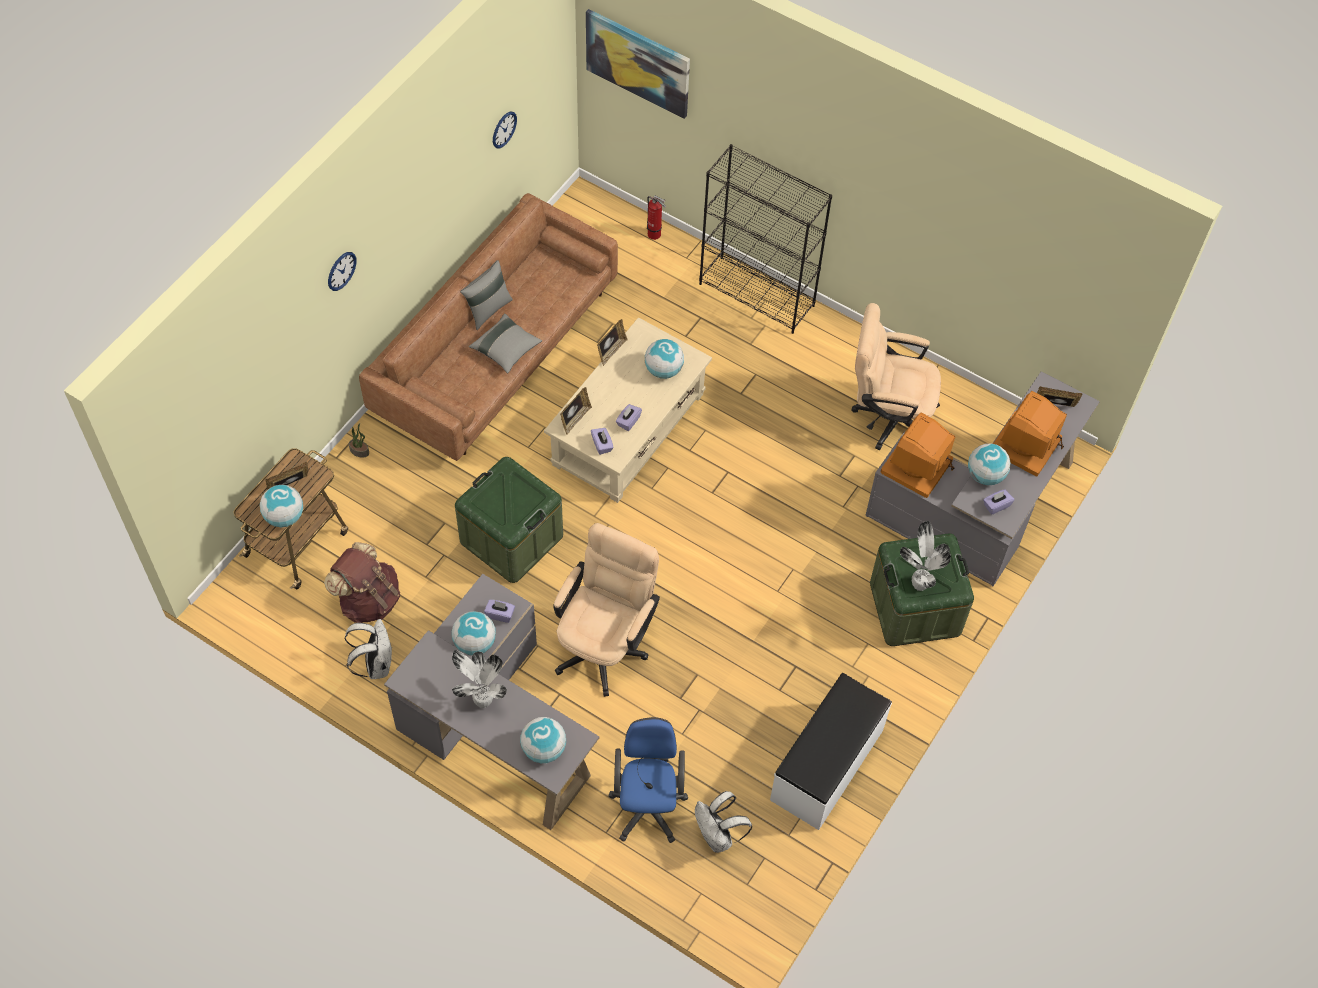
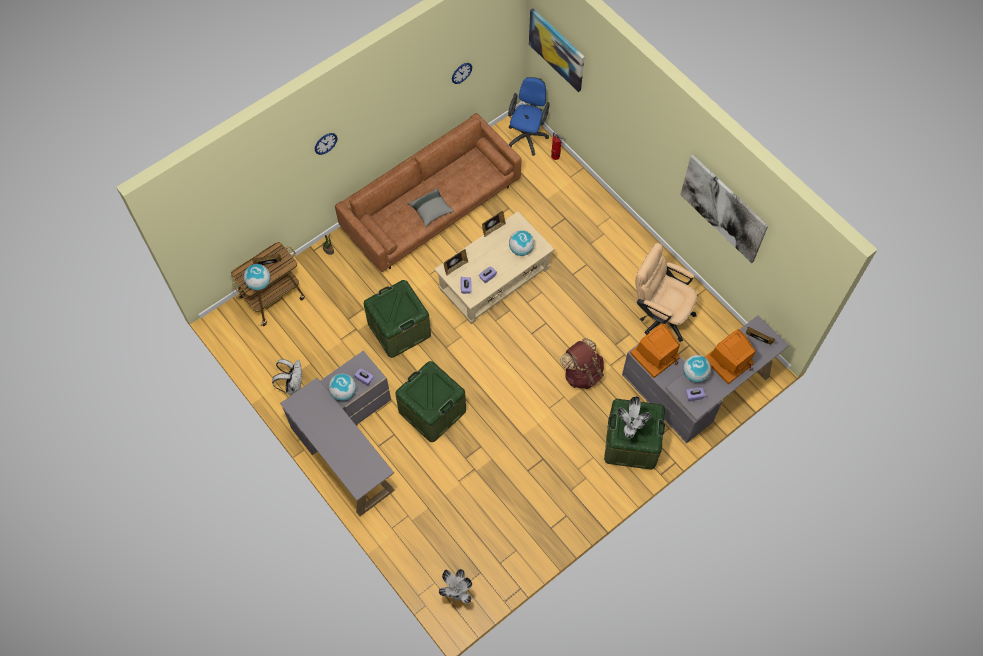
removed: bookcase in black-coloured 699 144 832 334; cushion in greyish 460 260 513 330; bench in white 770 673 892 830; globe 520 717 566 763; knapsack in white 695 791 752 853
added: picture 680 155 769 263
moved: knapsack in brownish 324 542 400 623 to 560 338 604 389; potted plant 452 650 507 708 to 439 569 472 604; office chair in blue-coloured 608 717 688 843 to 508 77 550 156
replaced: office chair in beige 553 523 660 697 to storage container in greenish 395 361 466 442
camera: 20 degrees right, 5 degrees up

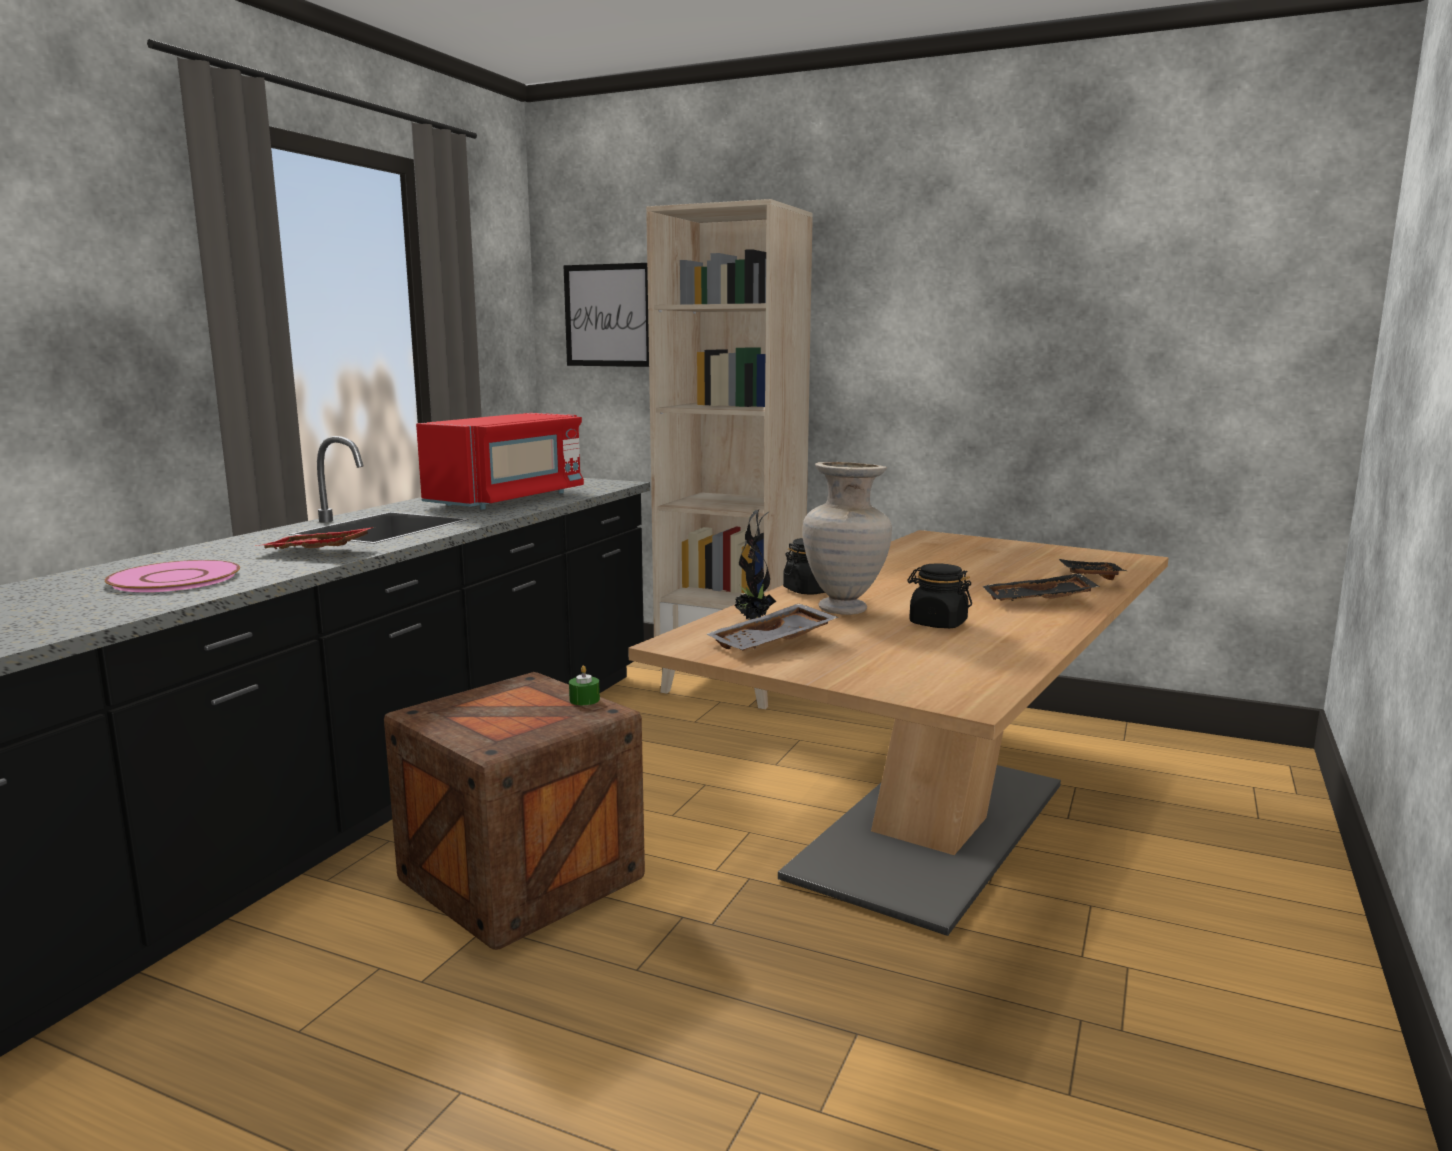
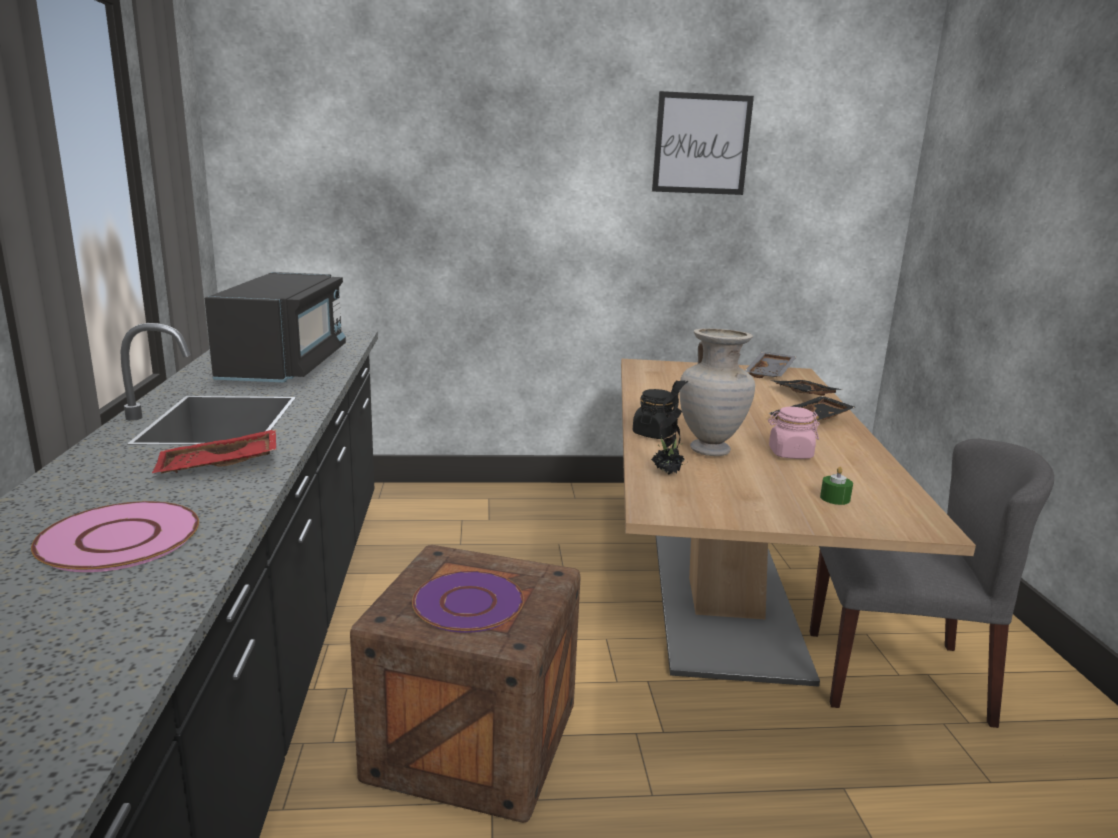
removed: bookcase in beige 646 199 813 709
added: upright chair in greyish 809 439 1054 728; flat dish in purple-coloured 412 571 524 633
moved: picture 564 263 649 367 to 652 91 754 195; serving tray in greyish 706 603 839 651 to 745 352 797 378; candle in greenish 569 666 600 705 to 820 467 853 505
recoloured: kitchen microwave in red 416 413 584 509 to kitchen microwave in black-coloured 205 272 346 382; jar in black-coloured 907 563 972 628 to jar in pink-coloured 768 407 820 459
camera: 30 degrees left, 5 degrees up

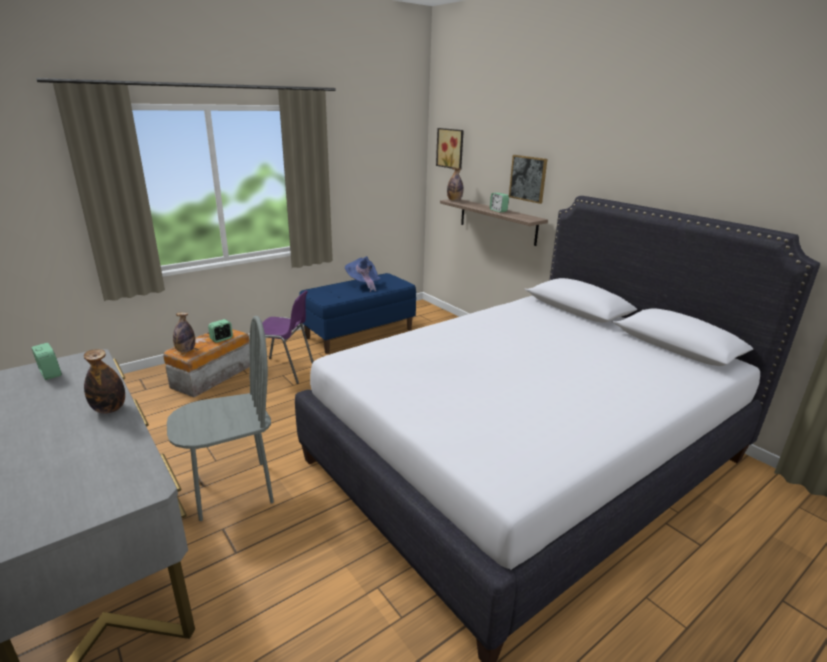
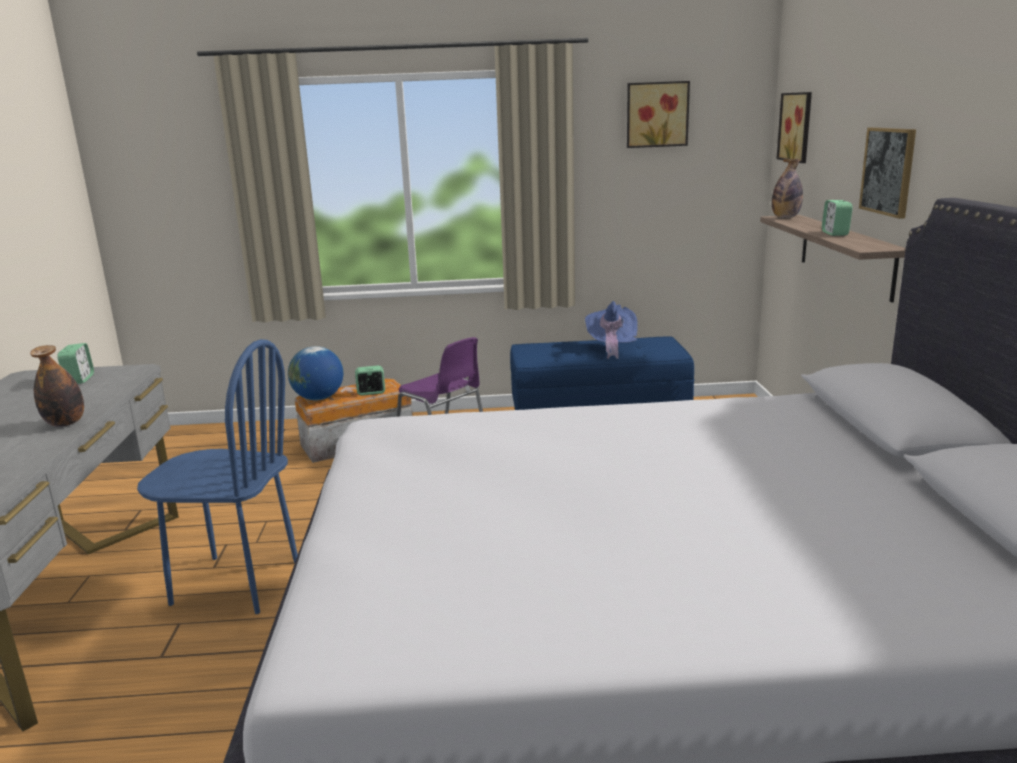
added: picture 627 81 690 148
replaced: beverage bottle 173 312 195 352 to globe 288 346 343 400
recoloured: upright chair in greyish 167 316 274 521 to upright chair in blue-coloured 137 339 298 614
camera: 35 degrees right, 5 degrees down

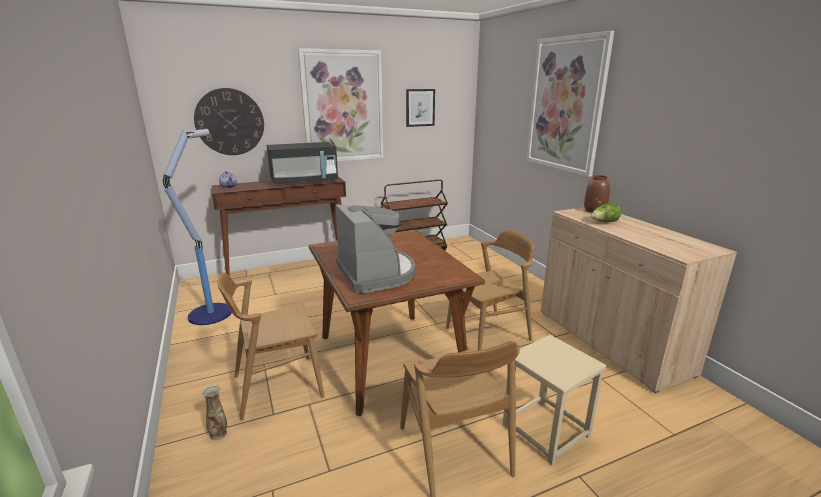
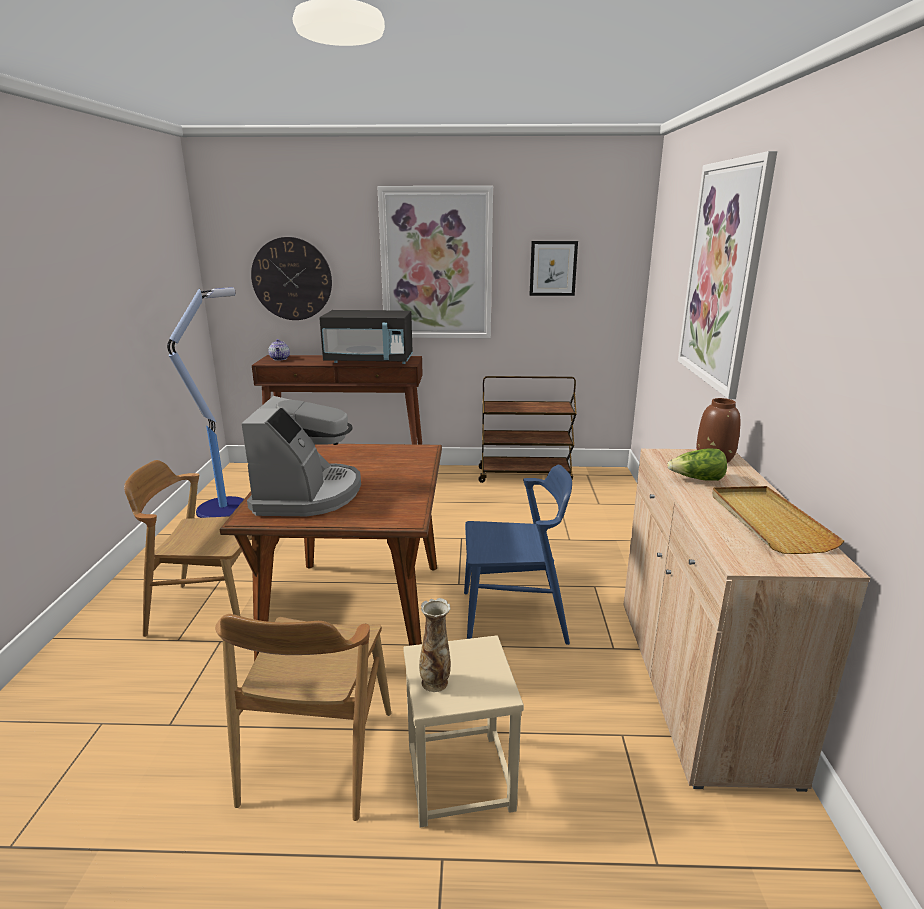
added: serving tray in beige 712 486 844 554
moved: flower vase 201 384 227 440 to 419 598 451 692
recoloured: upright chair in brownish 446 229 534 351 to upright chair in blue-coloured 464 465 572 645
camera: 25 degrees right, 0 degrees up

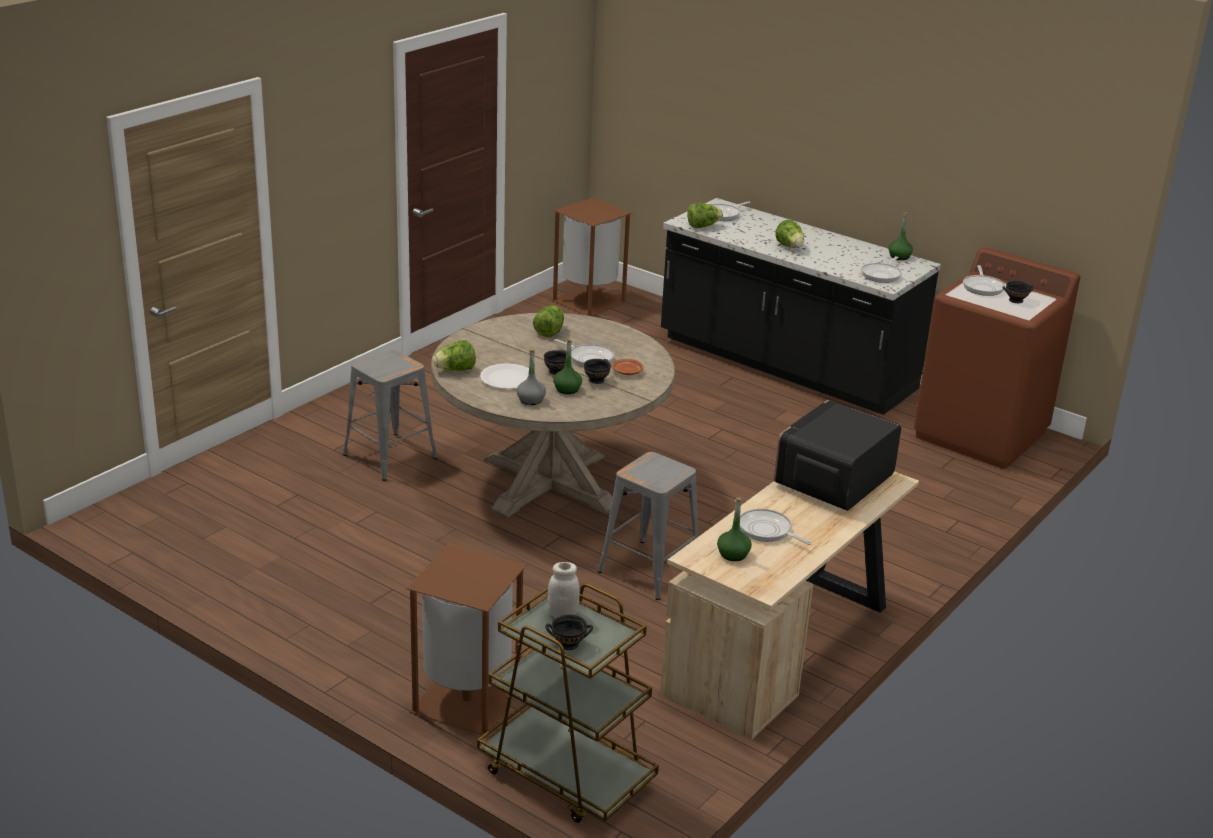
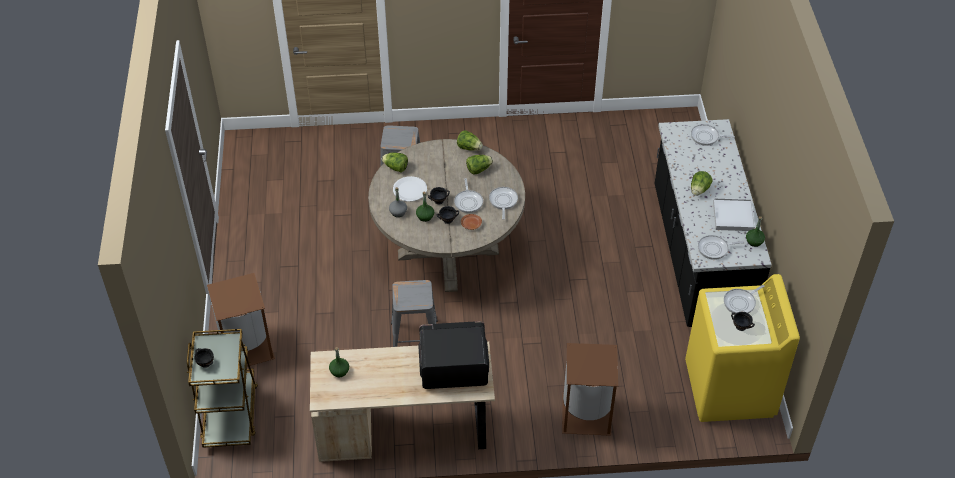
removed: jar in white 548 562 580 618
added: serving tray in white 713 198 755 231
moved: trash can in brownish 551 198 632 316 to 562 343 618 436; lettuce 687 203 723 228 to 457 130 483 151; skillet 740 509 811 545 to 489 187 518 220
recoloured: washing machine in brownish 914 247 1080 469 to washing machine in yellow-coloured 685 274 800 422
camera: 50 degrees right, 20 degrees up

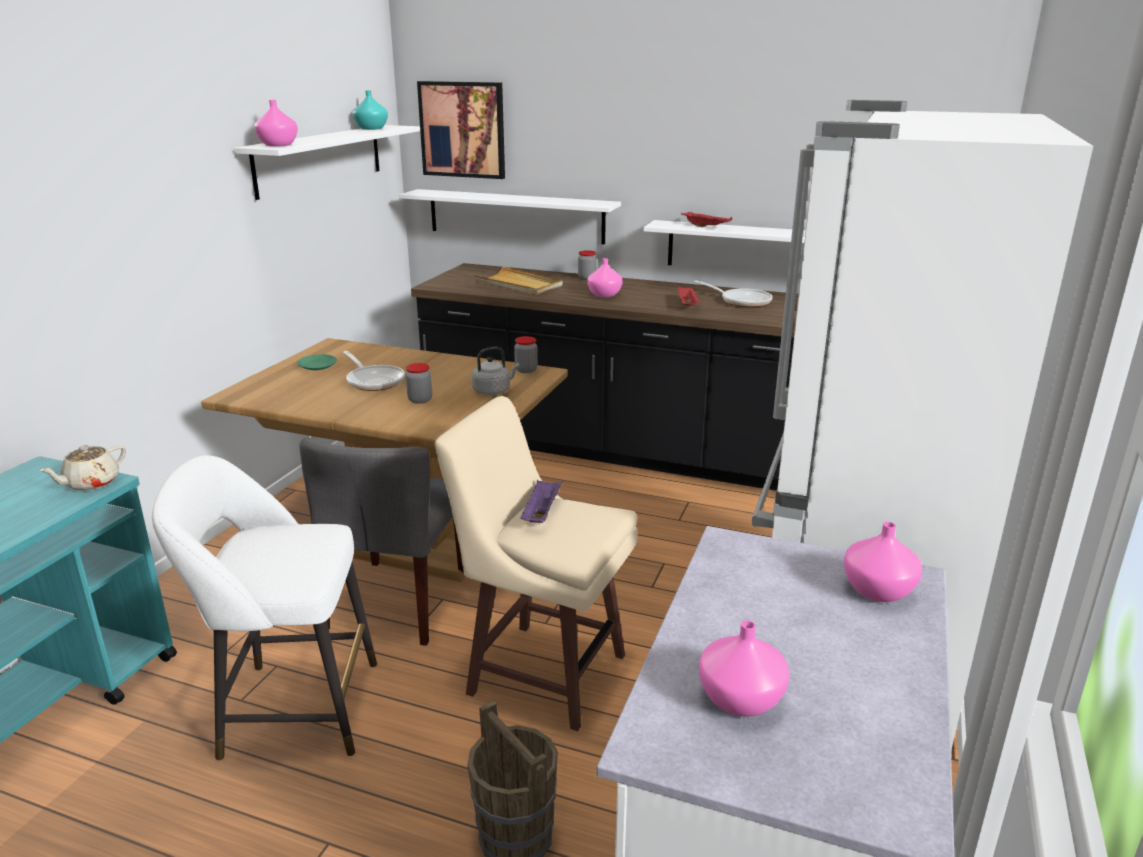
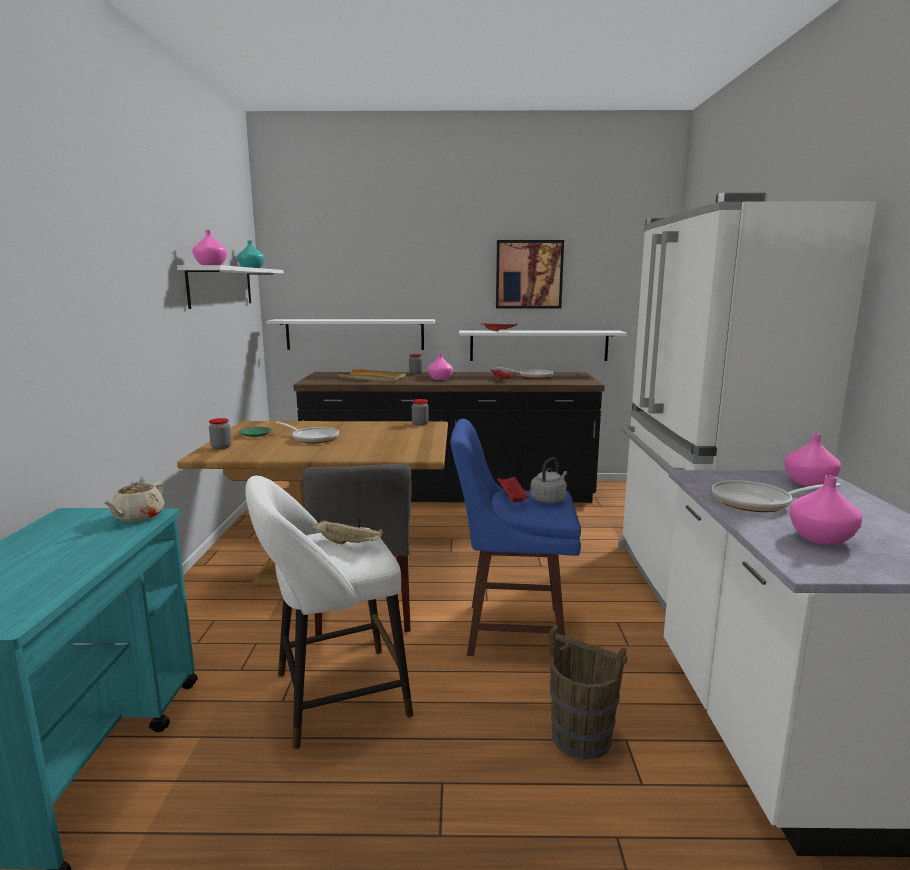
added: skillet 712 480 841 512; serving tray in beige 311 520 383 545
moved: picture 417 81 505 179 to 496 240 564 308; kettle in greyish 472 347 520 395 to 530 457 567 503; jar 406 363 432 404 to 209 418 231 449
recoloured: stool in beige 435 396 638 731 to stool in blue-coloured 450 419 581 656; serving tray in purple-coloured 520 479 563 523 to serving tray in red 497 476 529 502
camera: 20 degrees left, 10 degrees down

